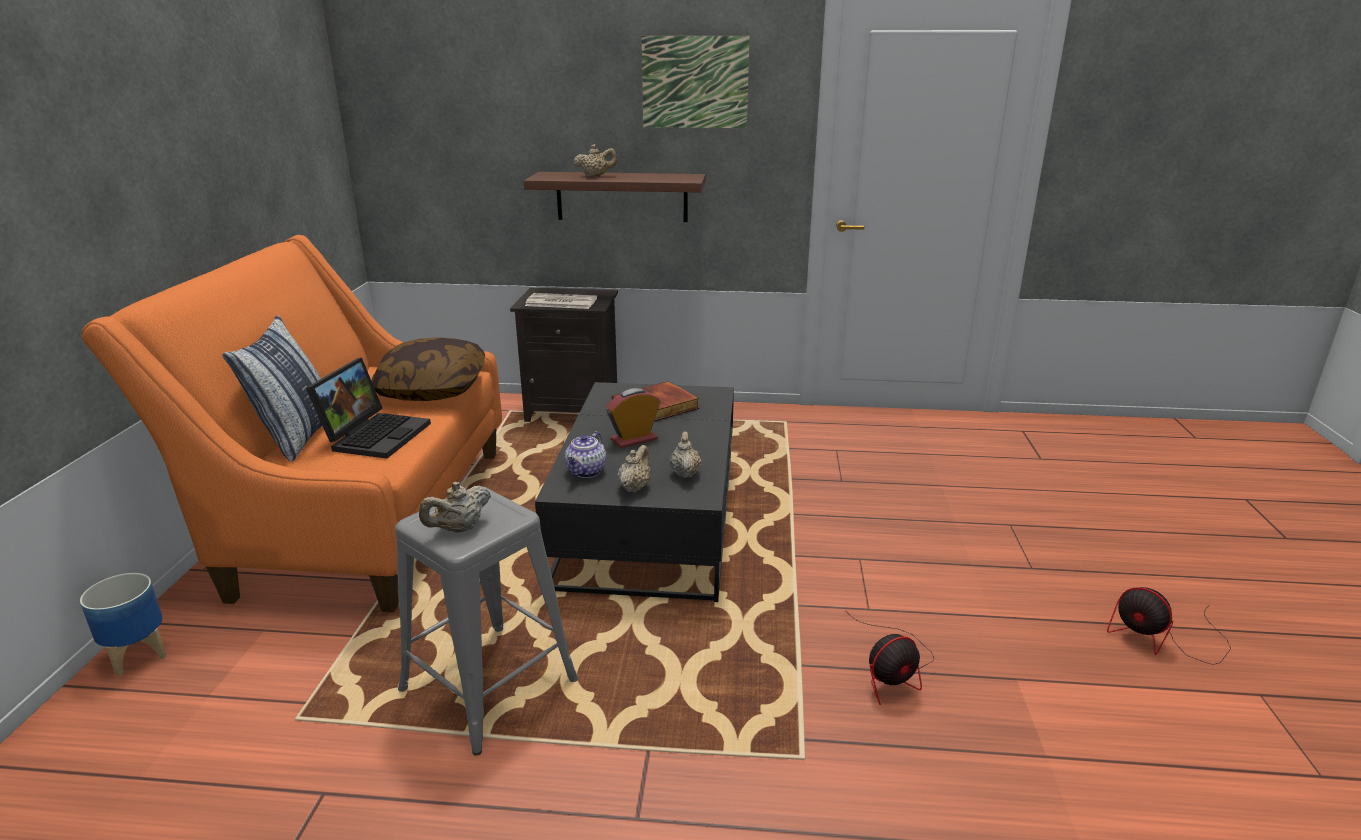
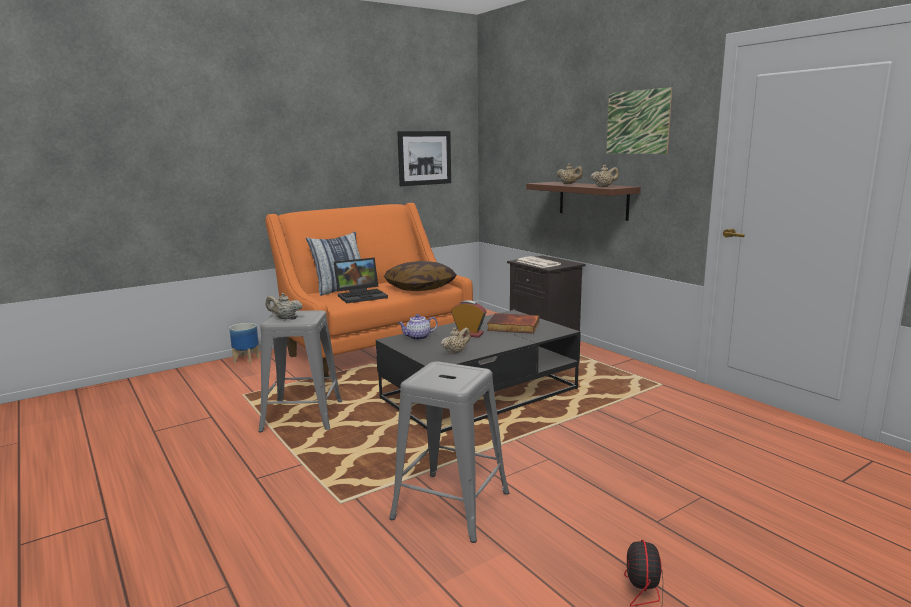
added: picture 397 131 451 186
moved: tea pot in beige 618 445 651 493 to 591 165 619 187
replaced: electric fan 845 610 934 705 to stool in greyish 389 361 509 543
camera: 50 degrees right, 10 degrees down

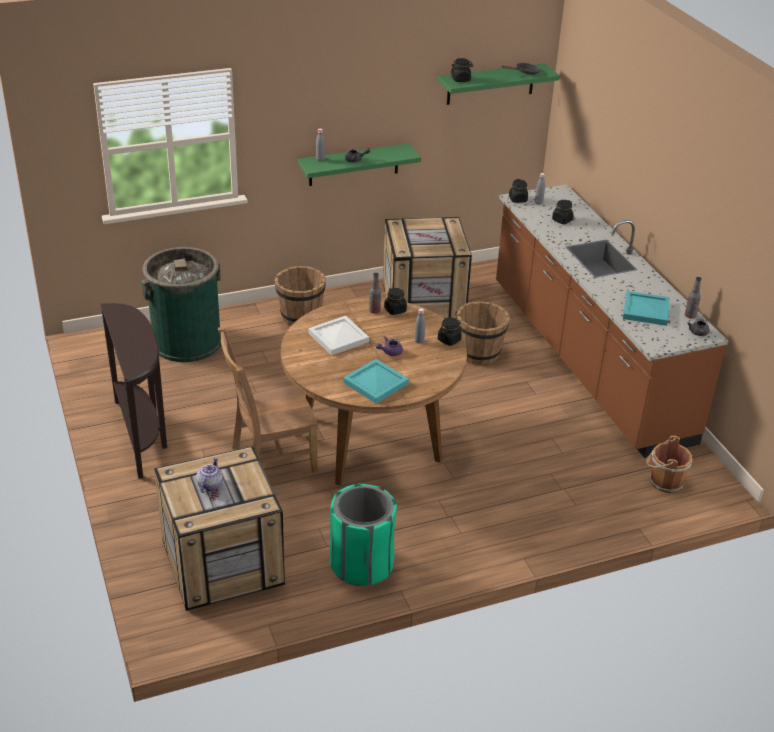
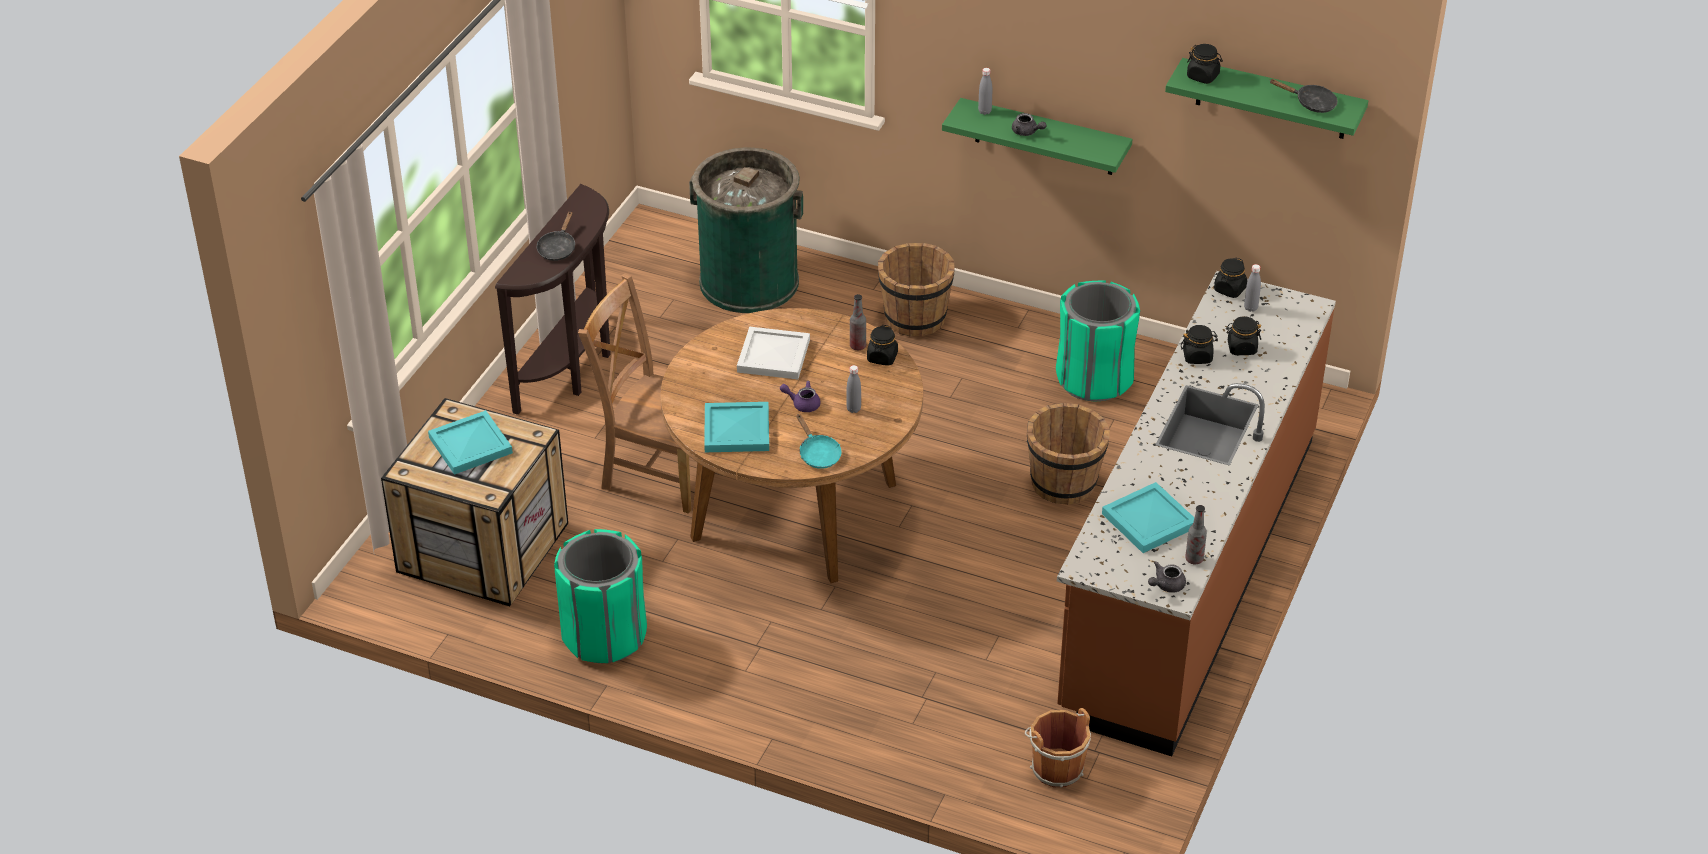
added: skillet in black-coloured 537 211 575 261; skillet in blue-green 797 414 841 469
moved: jar in black-coloured 438 317 462 346 to 1181 325 1218 364
replaced: crate 383 217 472 319 to trash can in greenish 1056 280 1140 402; tea pot 196 457 223 493 to serving tray in blue-green 428 410 513 475
camera: 45 degrees right, 5 degrees up

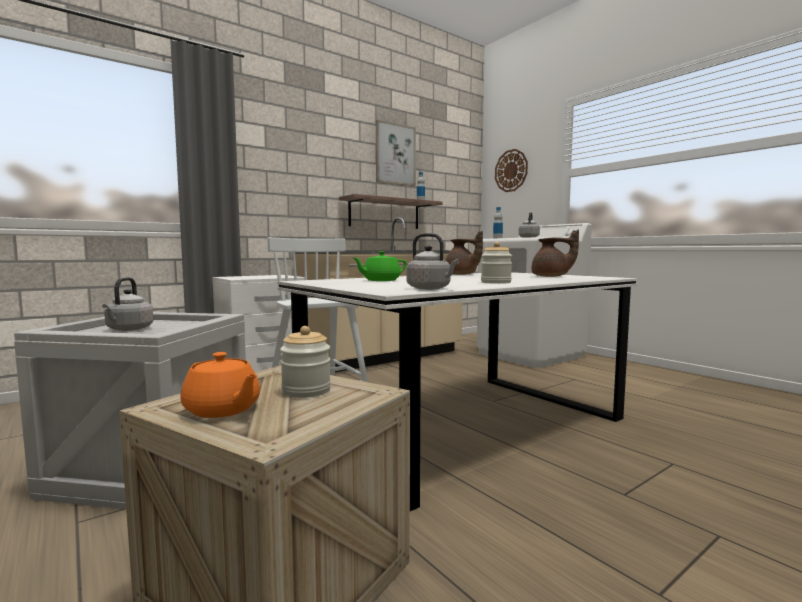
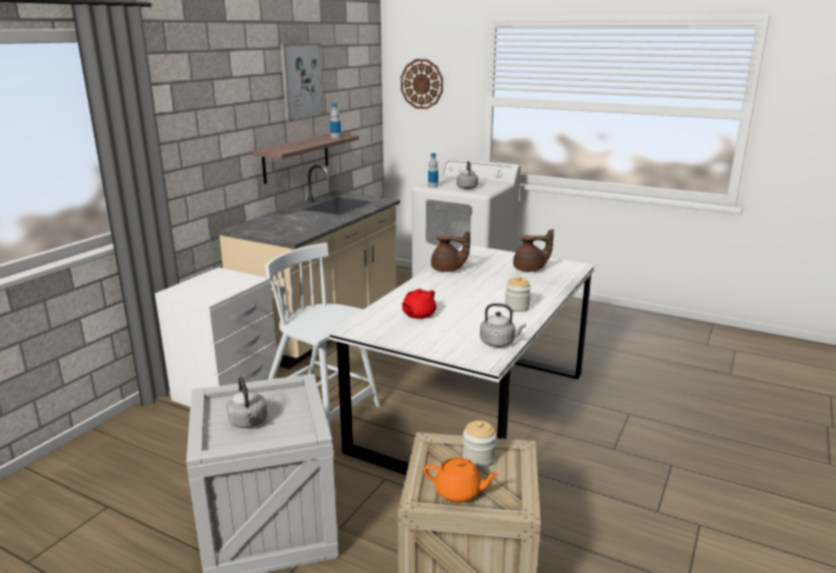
recoloured: tea pot in greenish 353 251 407 281 to tea pot in red 401 289 436 319
camera: 25 degrees left, 15 degrees up

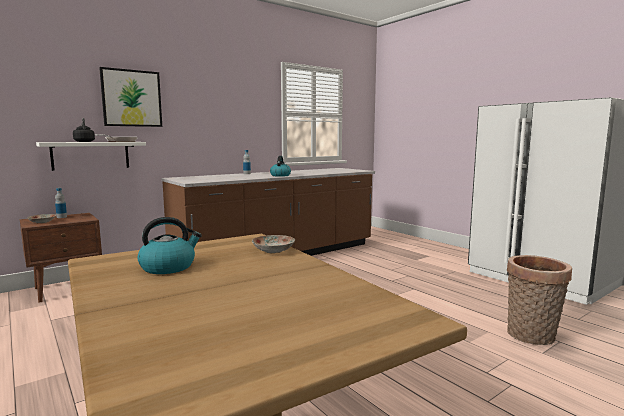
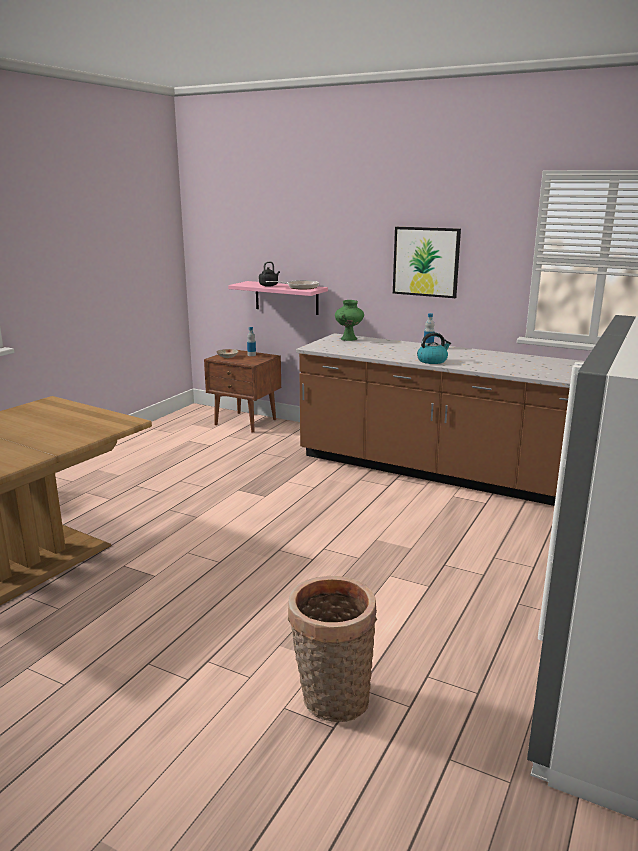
removed: kettle 137 217 202 274; flat dish 252 235 295 253
added: flower vase in greenish 335 300 364 341
moved: picture 99 67 162 127 to 393 227 461 298
recoloured: wall shelf in white 36 142 146 171 to wall shelf in pink-coloured 228 281 328 315
camera: 65 degrees right, 10 degrees up

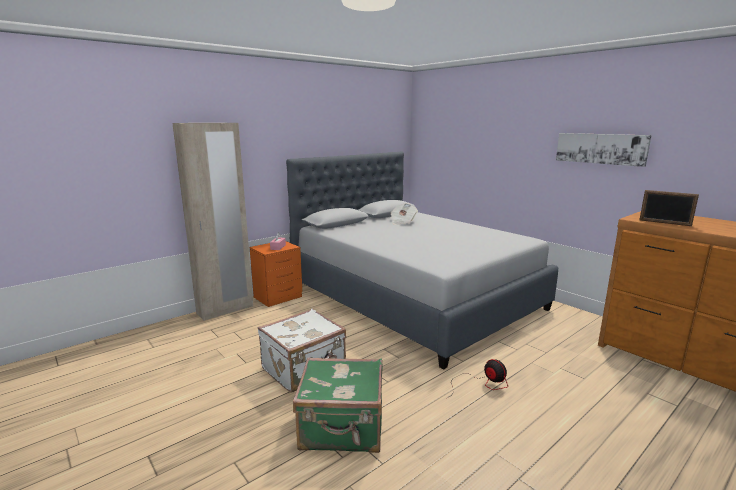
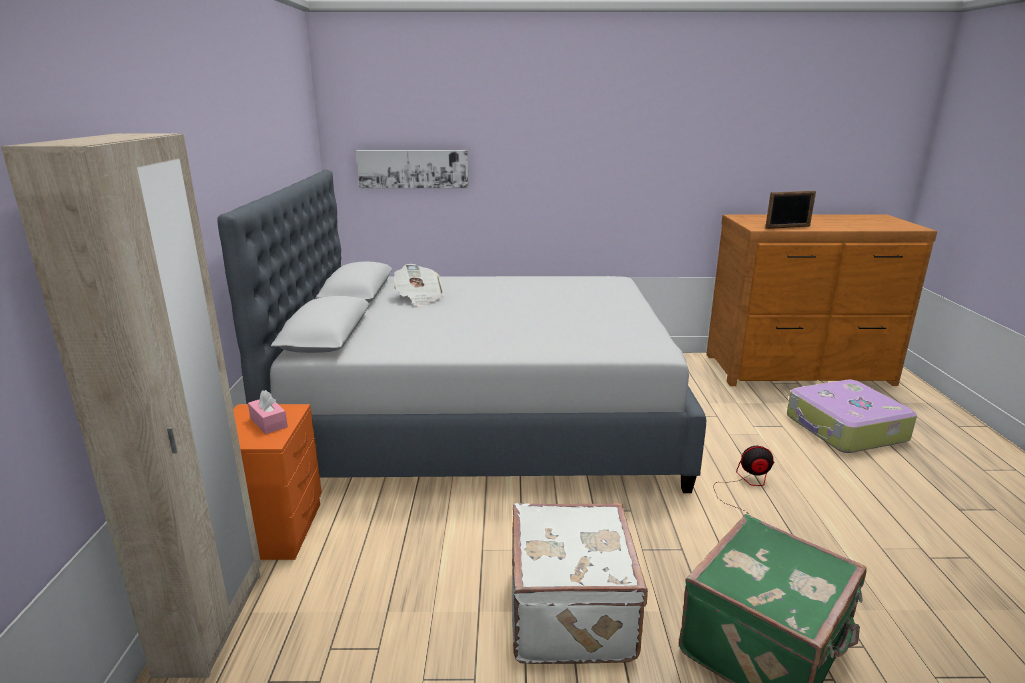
added: suitcase 787 379 917 453
moved: picture 556 133 652 167 to 356 150 469 188
camera: 50 degrees left, 5 degrees up

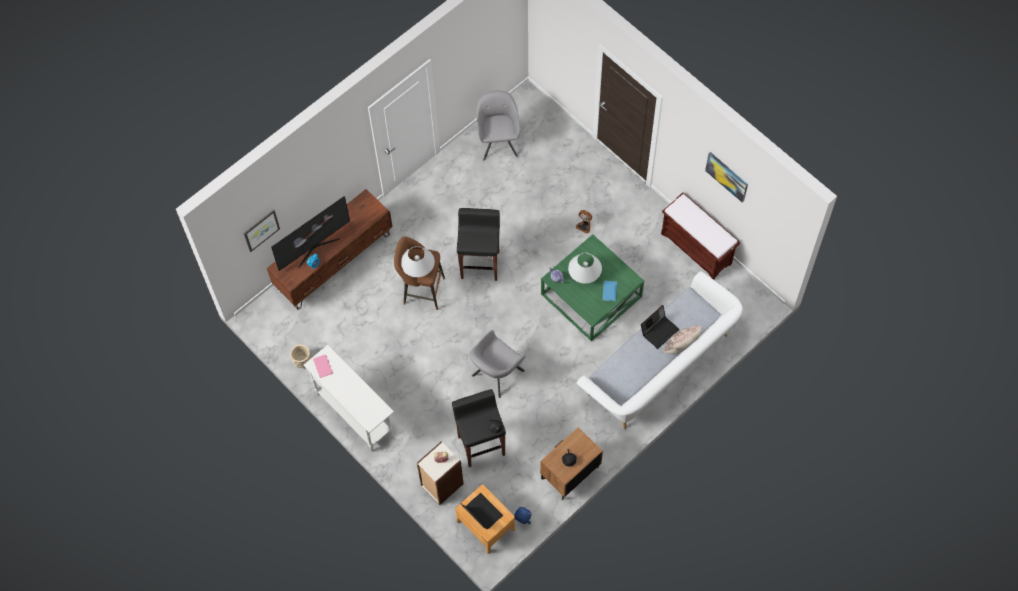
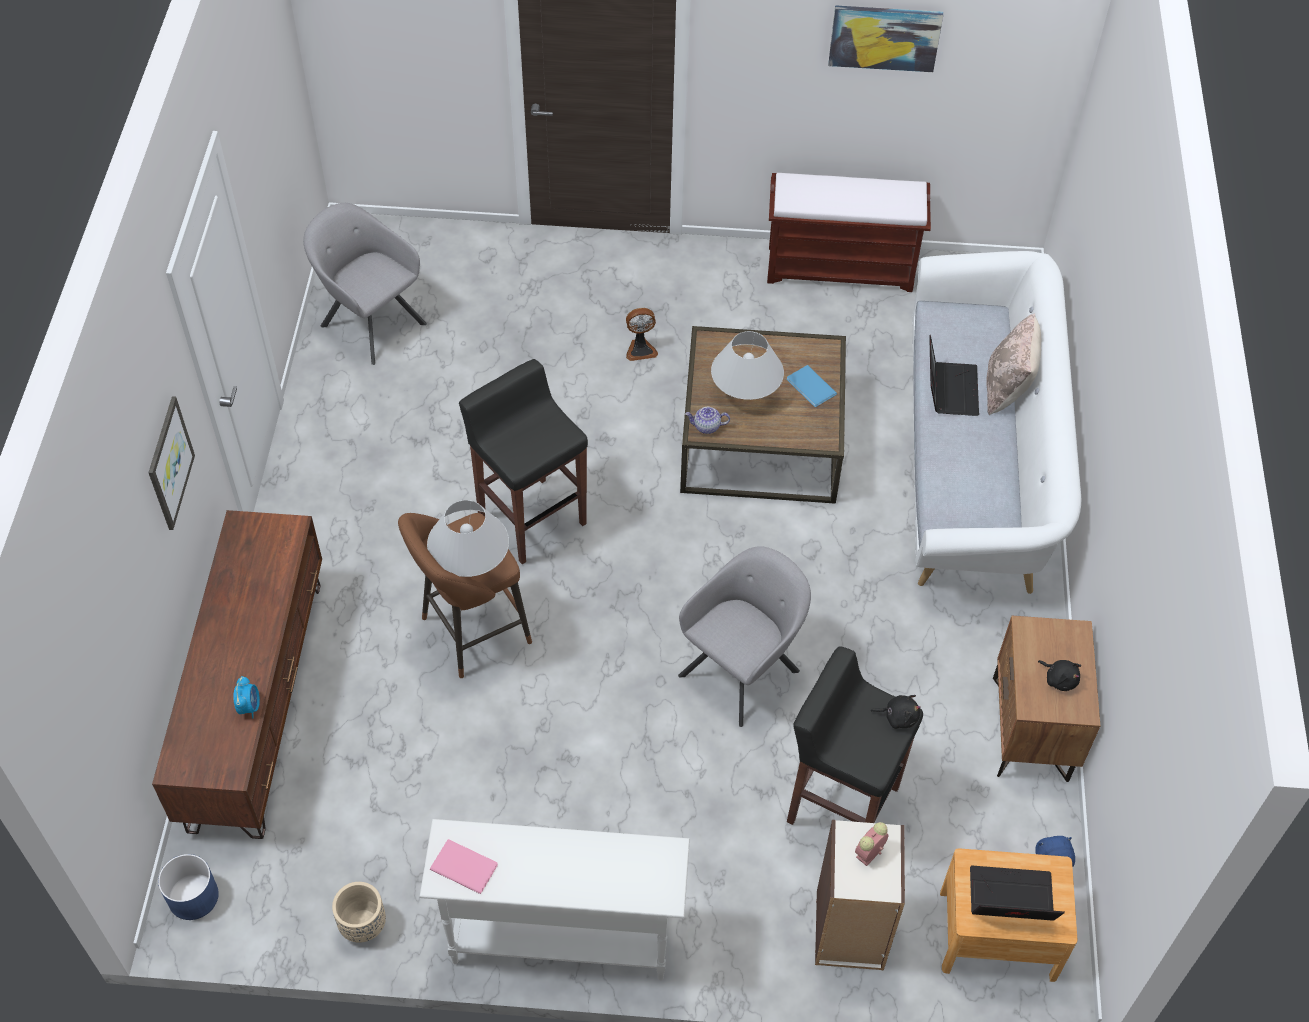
removed: television 271 196 350 271
added: plant pot in blue-coloured 158 854 219 920
moved: picture 243 210 280 252 to 148 396 195 530
recoloured: coffee table in greenish 541 234 645 342 to coffee table in brownish 680 326 846 504
turned: armchair in greyish 469 330 525 398 = 678 546 811 727 135 degrees counterclockwise
camera: 45 degrees left, 10 degrees down

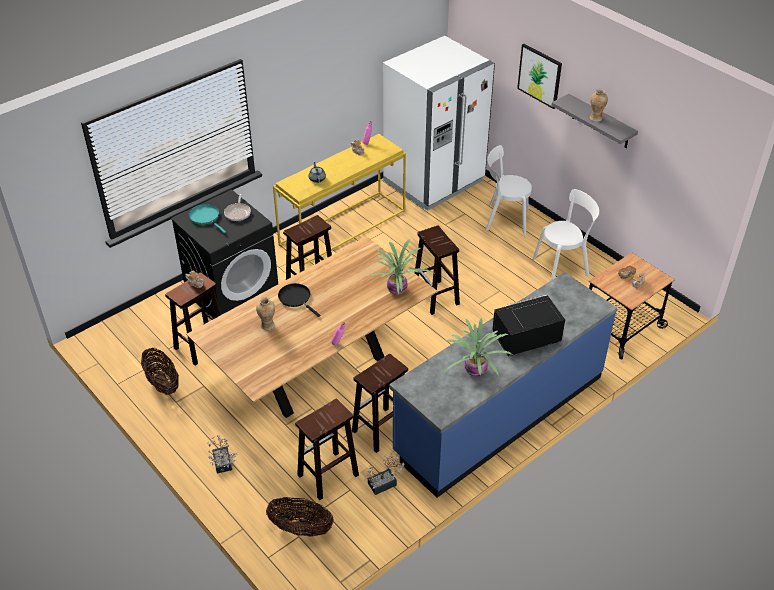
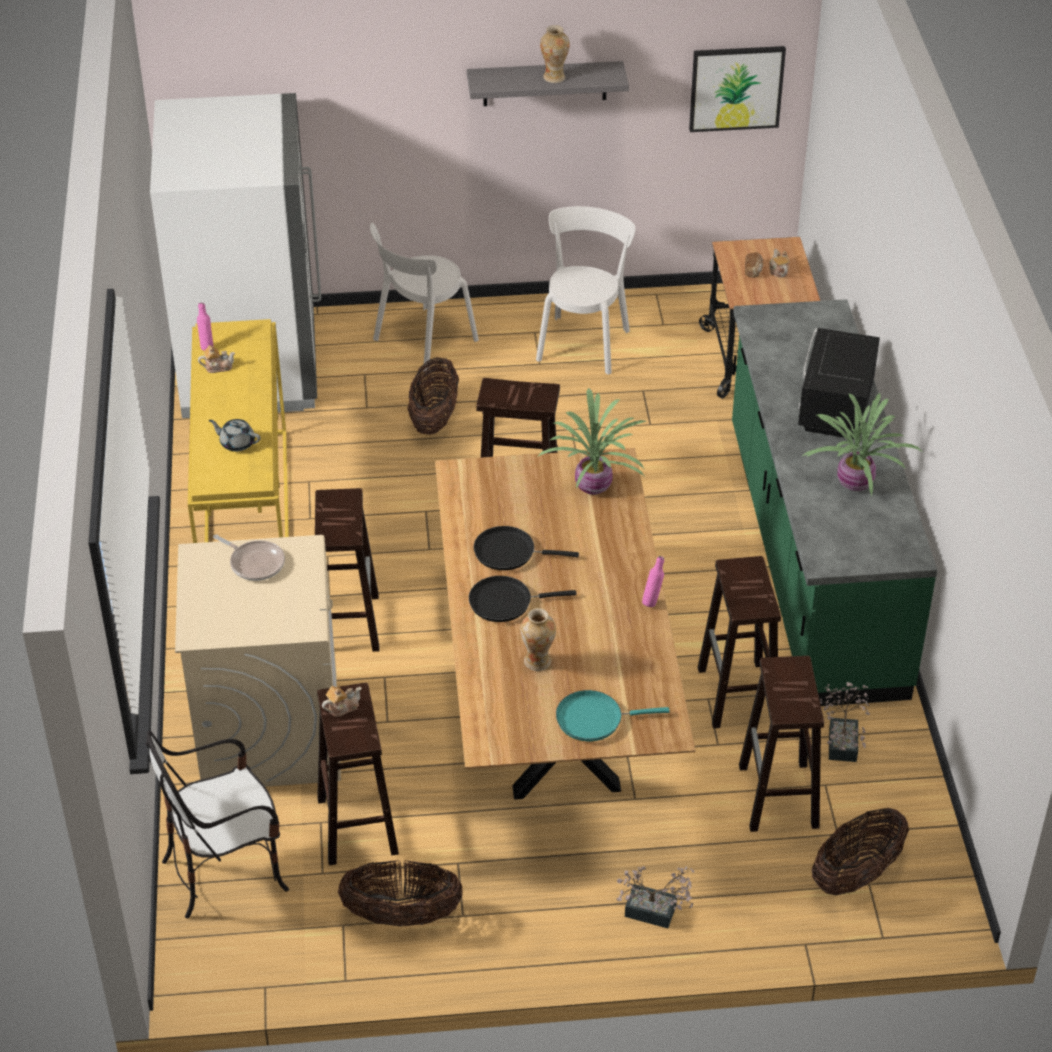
added: basket 407 357 459 435; skillet in black-coloured 473 526 579 570; upright chair 146 731 289 919
moved: picture 517 44 562 109 to 689 46 786 132; skillet in blue-green 188 204 226 233 to 556 690 670 741
recoloured: washing machine in black-coloured 171 189 278 319 to washing machine in beige 175 535 341 787; kitchen counter in blue-coloured 389 272 617 498 to kitchen counter in greenish 732 299 938 706
camera: 55 degrees left, 0 degrees up

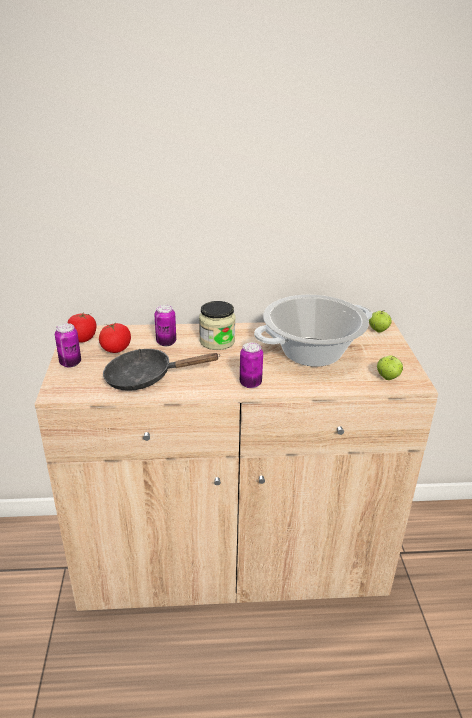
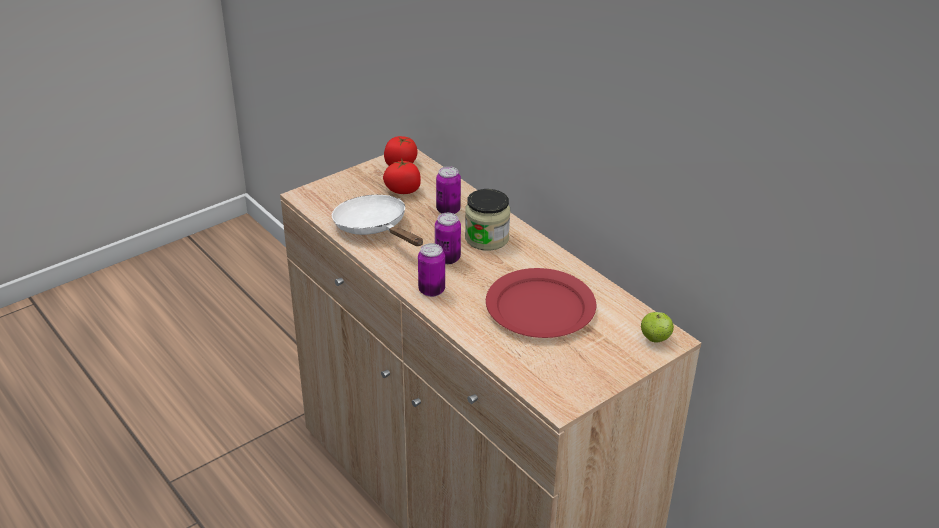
removed: apple fruit 377 355 403 380
moved: can 55 323 81 368 to 435 213 461 264
replaced: saucepot 254 295 372 367 to flat dish in red 486 268 596 338
recoloured: skillet in black-coloured 103 349 220 391 to skillet in white 332 195 423 246
camera: 55 degrees right, 5 degrees up

